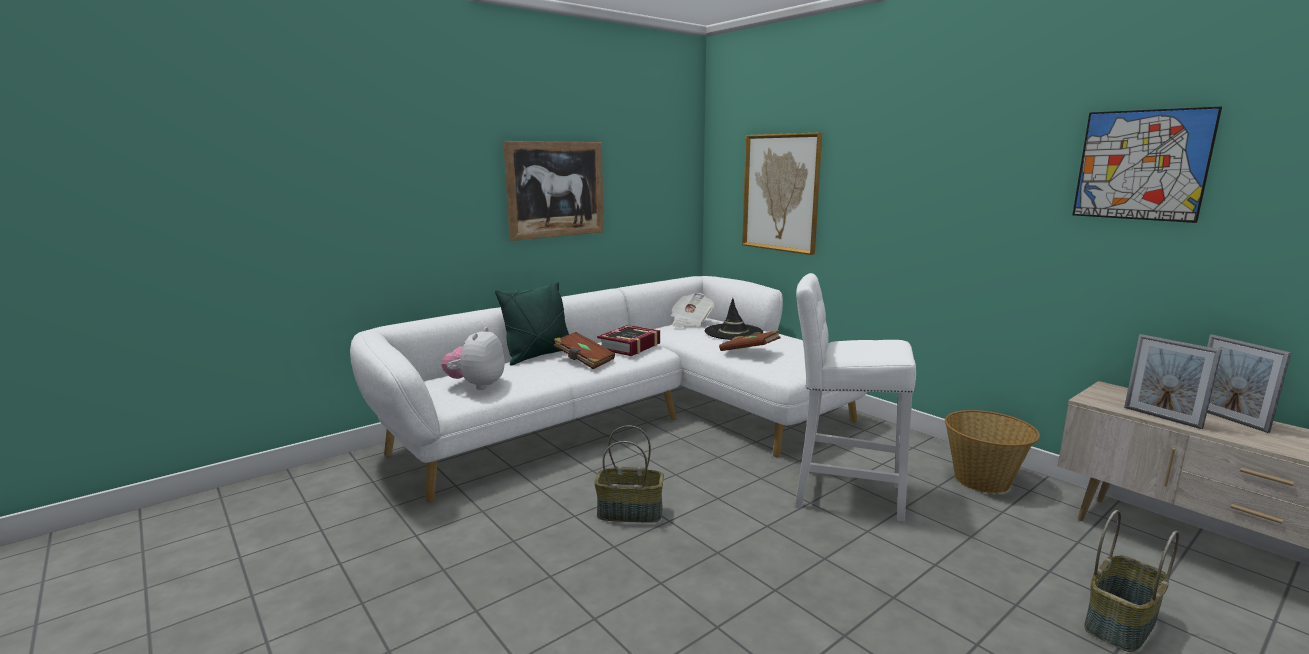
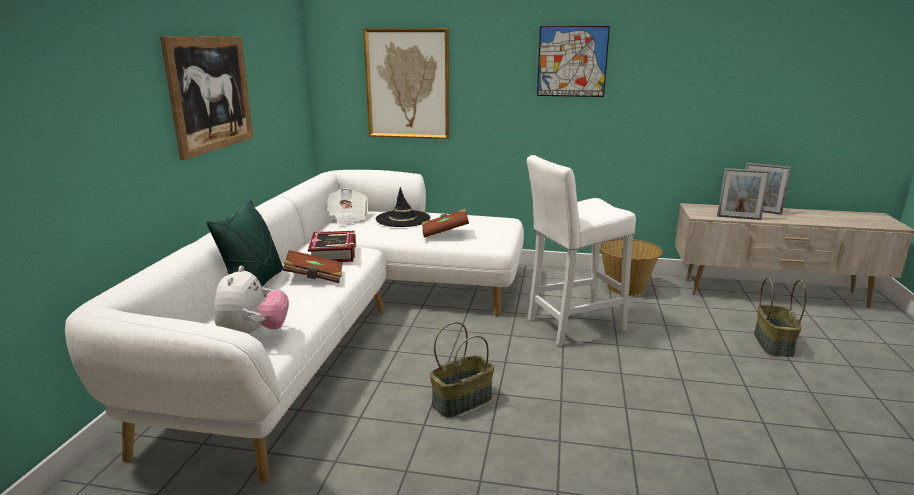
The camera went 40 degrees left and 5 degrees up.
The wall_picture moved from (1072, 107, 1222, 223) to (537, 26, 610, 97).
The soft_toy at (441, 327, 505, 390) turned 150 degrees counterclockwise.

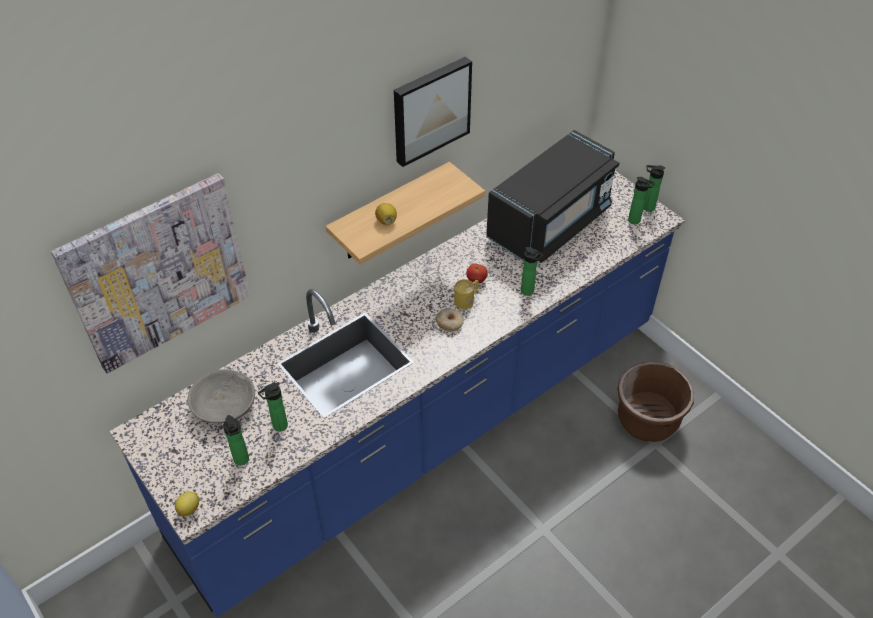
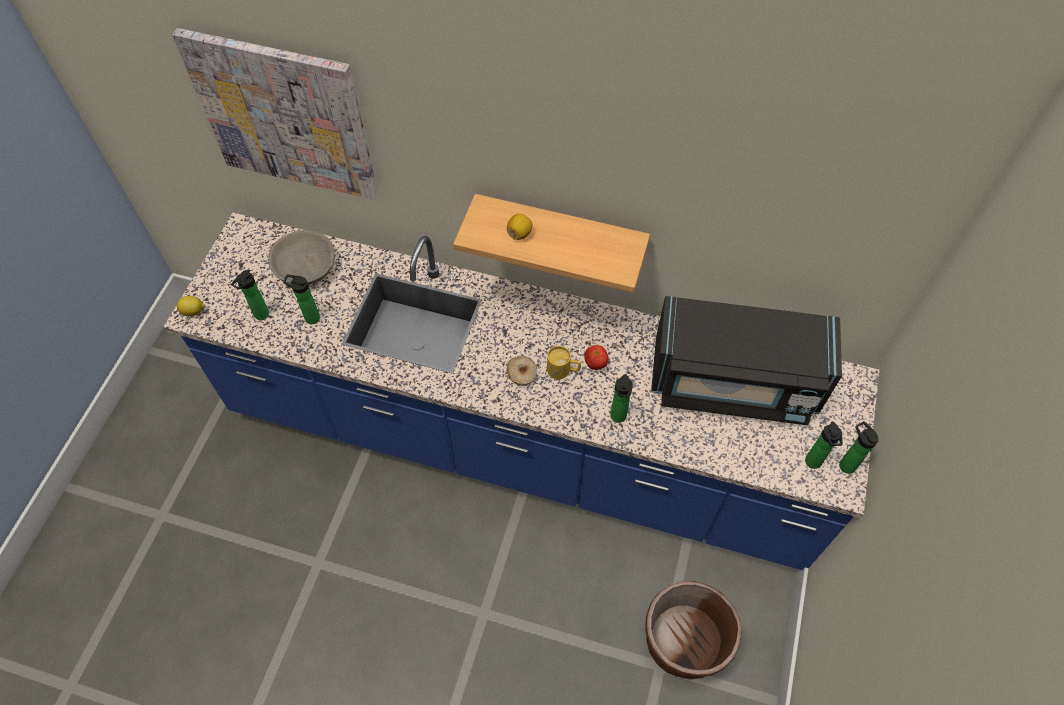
The camera went 55 degrees right and 10 degrees up.
The wall_picture at (394, 57, 472, 167) disappeared.

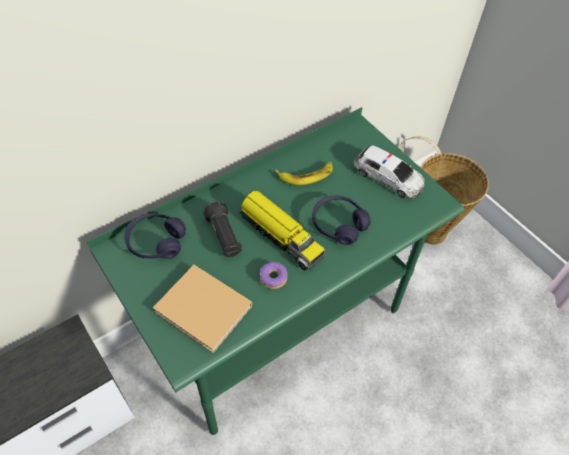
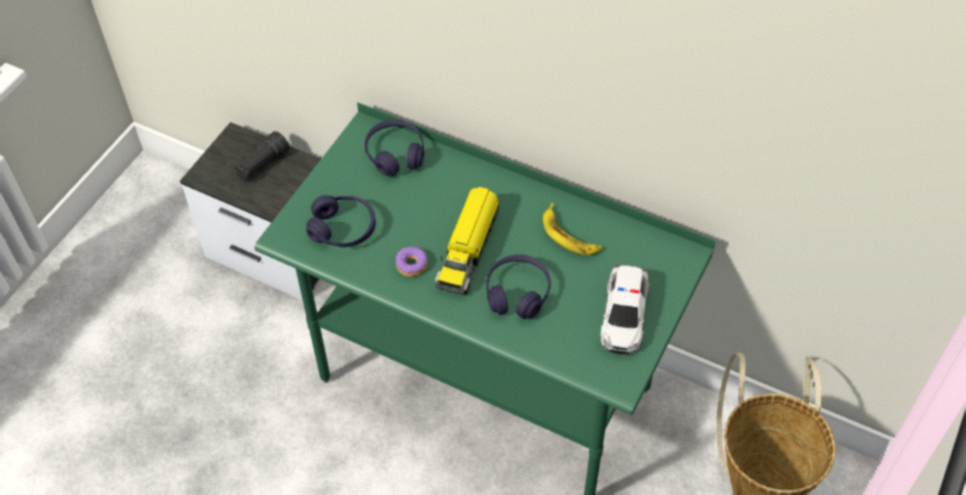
The camera went 65 degrees right and 0 degrees up.
The black-coloured_torch moved from (204, 202, 242, 257) to (234, 131, 290, 181).
The sand-coloured_volume at (153, 265, 252, 353) was replaced by the purple-coloured_headphones at (306, 195, 376, 247).

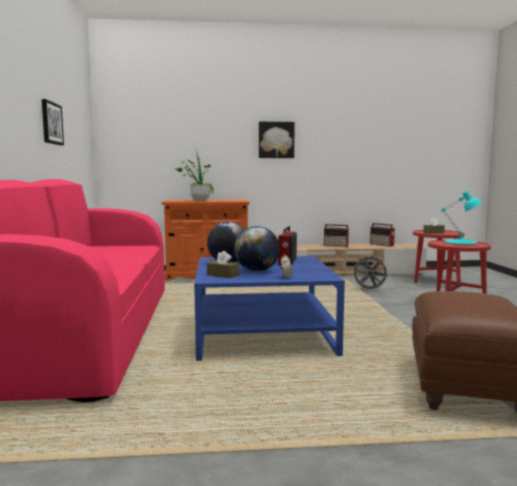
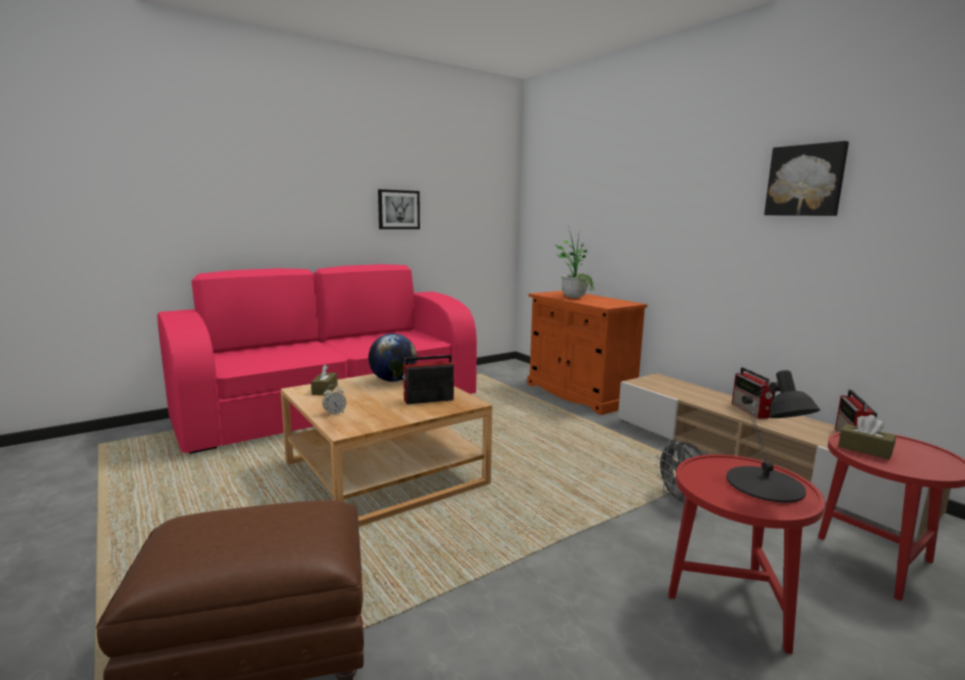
The camera went 60 degrees right and 5 degrees up.
The world_globe at (234, 226, 280, 272) disappeared.
The wall_picture moved from (259, 122, 295, 158) to (764, 141, 849, 216).
The blue-coloured_lounge_table at (194, 256, 345, 361) became the sand-coloured_lounge_table at (281, 374, 492, 527).
The turquoise-coloured_table_lamp at (441, 191, 483, 245) became the black-coloured_table_lamp at (726, 370, 820, 503).

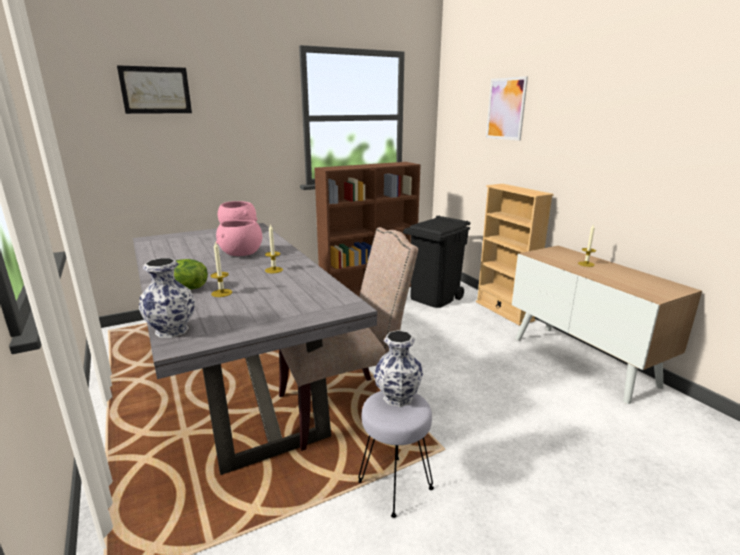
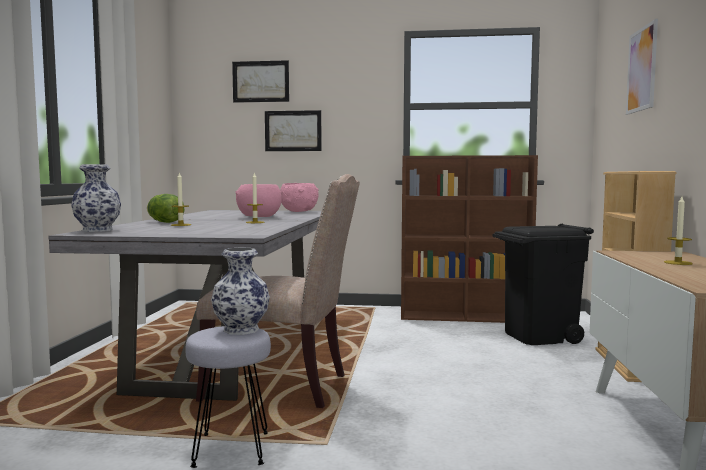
The camera went 35 degrees right and 15 degrees down.
The wall_picture at (265, 110, 322, 151) appeared.

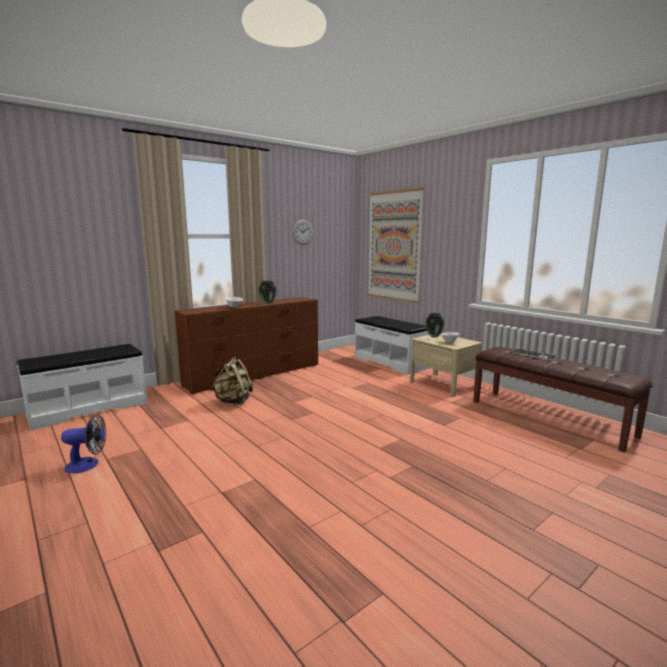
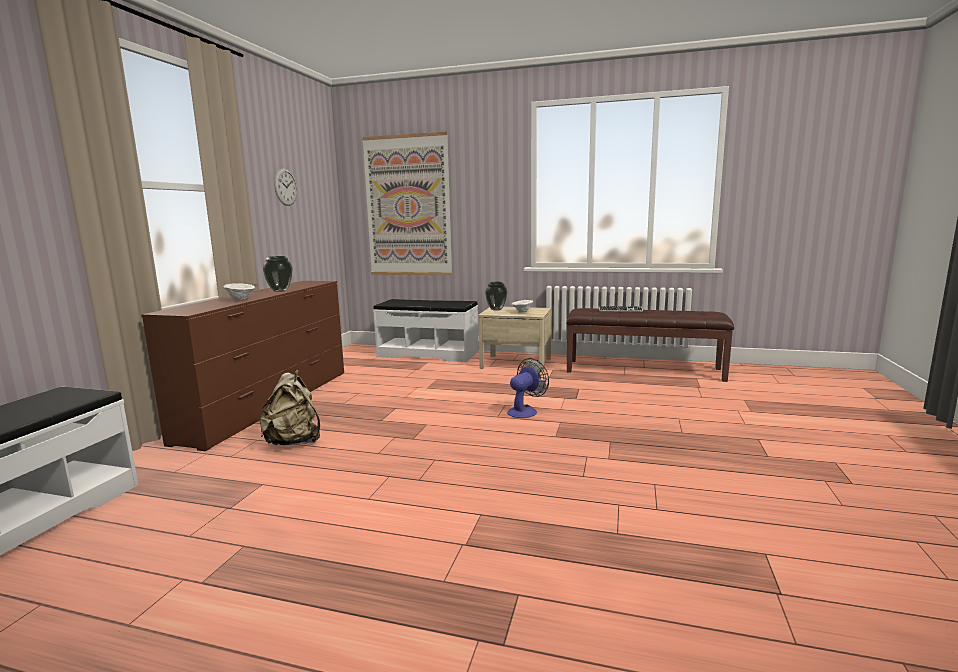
The camera went 35 degrees left and 0 degrees up.
The fan moved from (61, 414, 106, 473) to (507, 358, 549, 418).

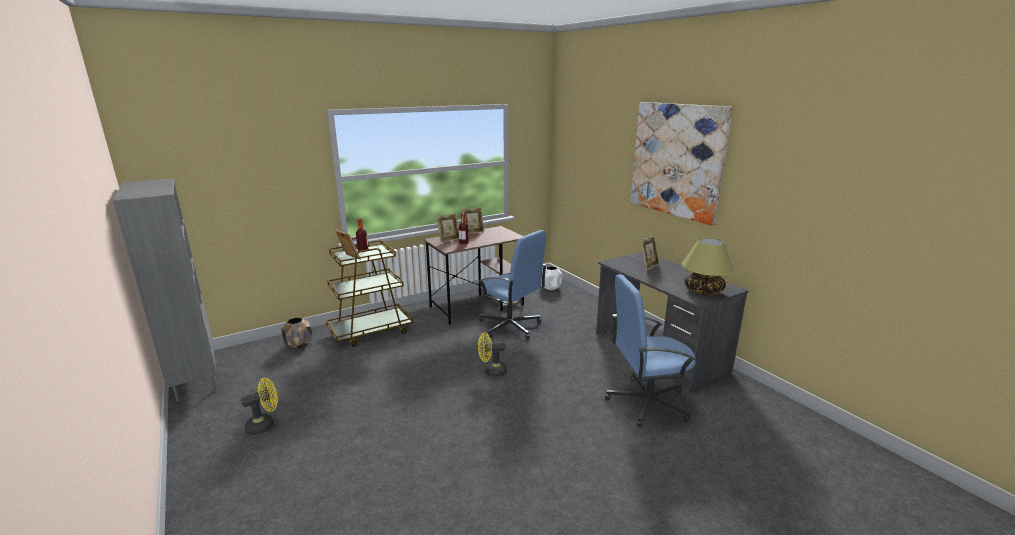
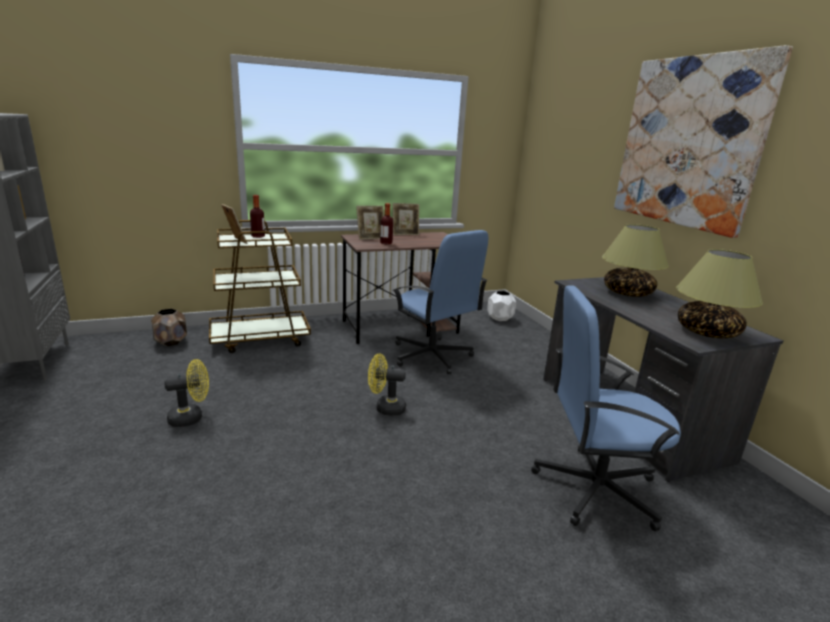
The camera went 10 degrees right and 0 degrees up.
The yellowish_fan moved from (241, 378, 278, 435) to (164, 359, 209, 427).
The standing_frame at (641, 236, 660, 271) was replaced by the table_lamp at (602, 224, 669, 297).

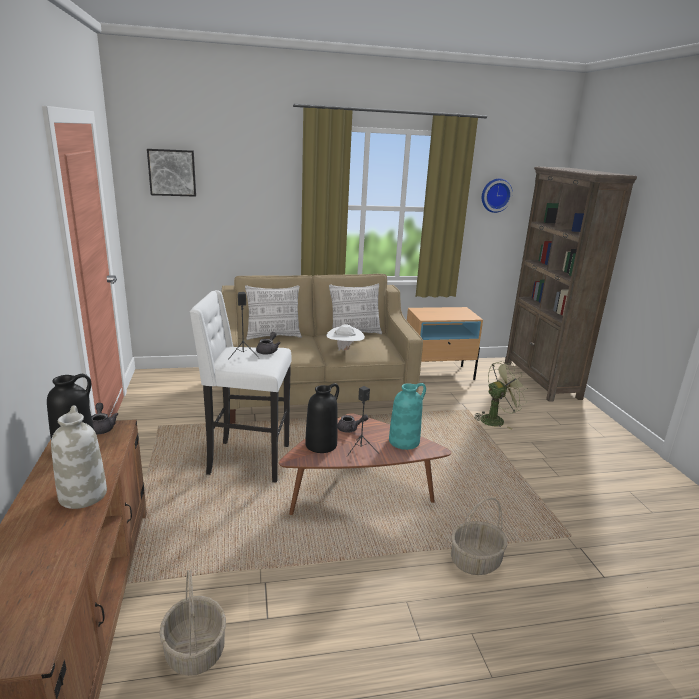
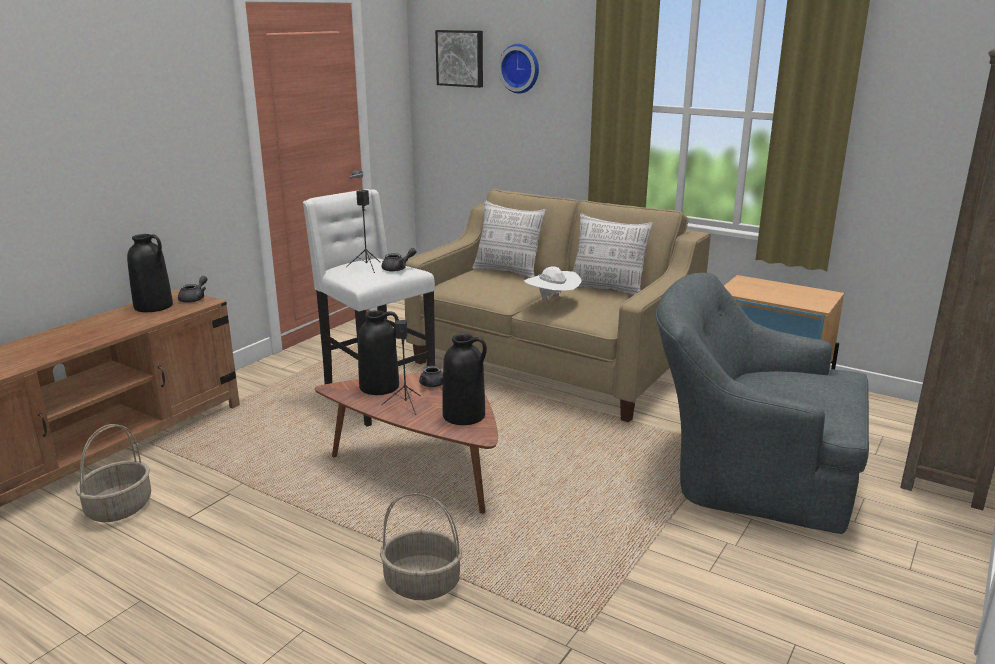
The camera went 45 degrees right and 0 degrees up.
The whitish_vase at (51, 405, 107, 509) disappeared.
The hanging_clock moved from (482, 178, 513, 213) to (498, 44, 539, 93).
The green-coloured_fan at (475, 361, 527, 430) was replaced by the grey_lounge_chair at (656, 273, 869, 534).
The turquoise-coloured_vase at (389, 383, 426, 450) became the black-coloured_vase at (442, 334, 487, 425).

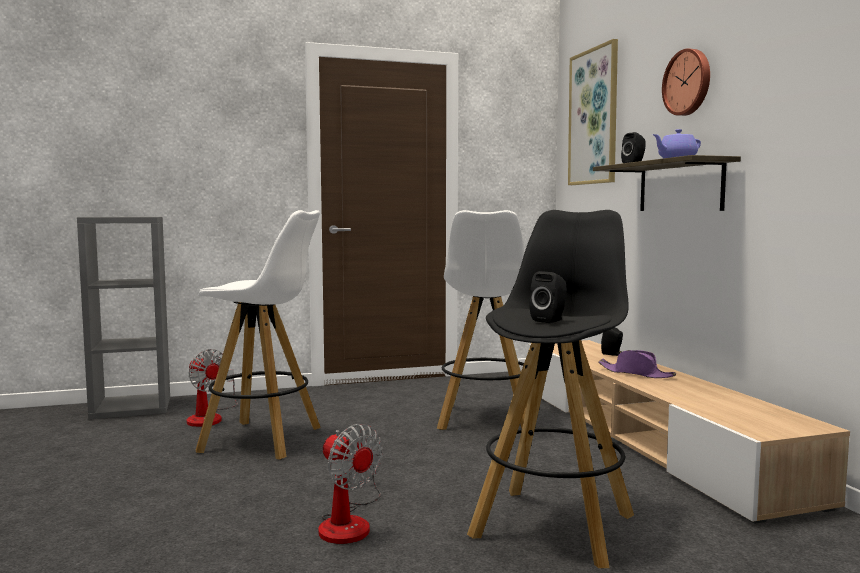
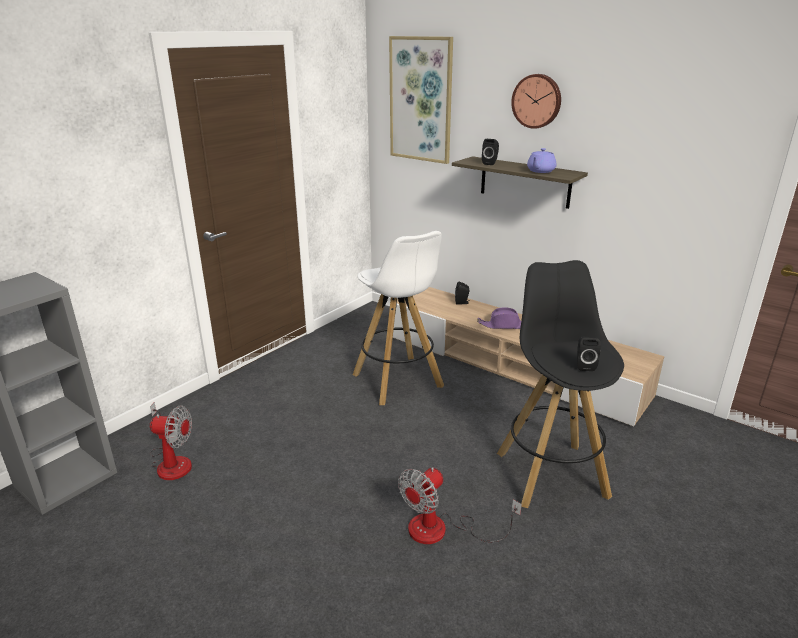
The camera went 35 degrees left and 20 degrees up.
The whitish_stool at (196, 210, 321, 459) disappeared.
The fan at (318, 424, 383, 544) turned 120 degrees clockwise.

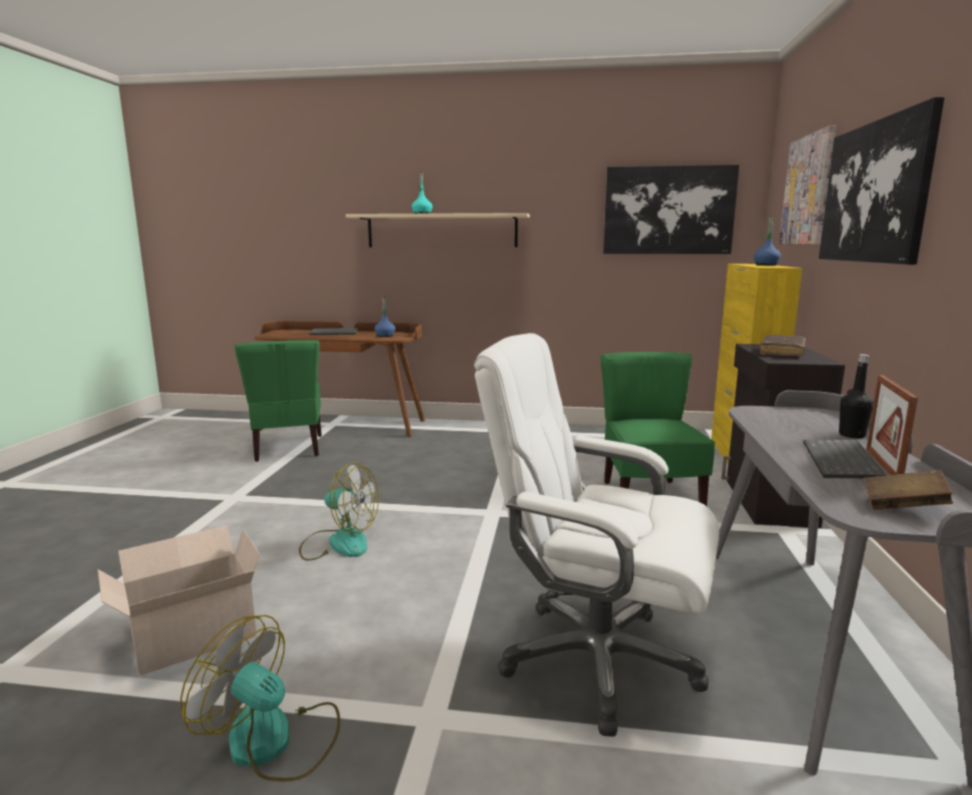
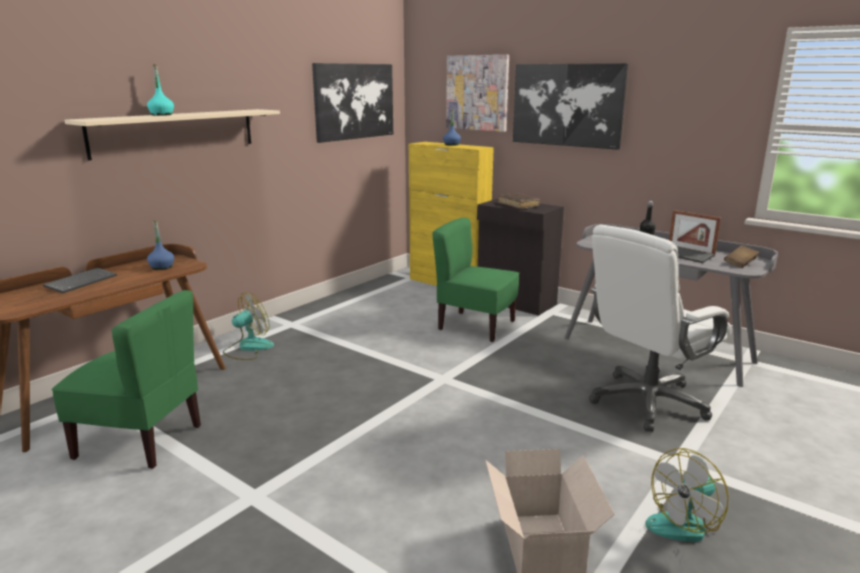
The camera went 60 degrees left and 5 degrees up.
The fan moved from (299, 462, 379, 561) to (223, 293, 274, 360).

